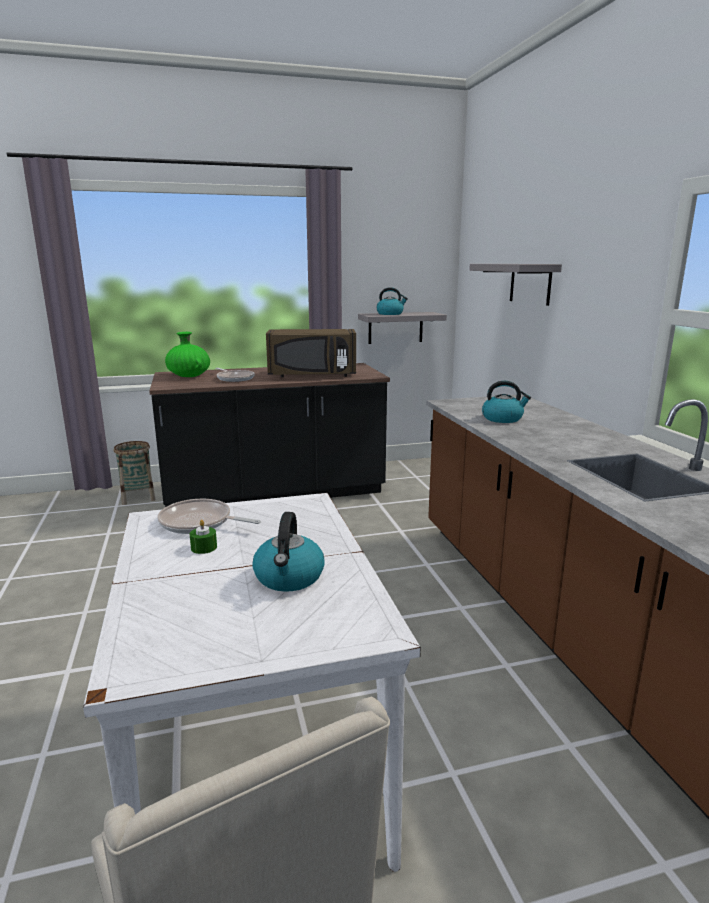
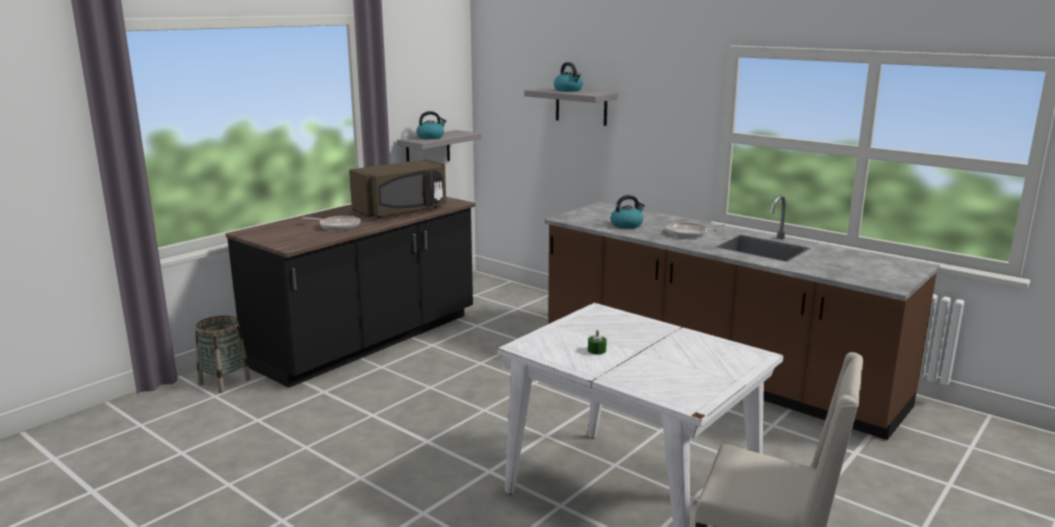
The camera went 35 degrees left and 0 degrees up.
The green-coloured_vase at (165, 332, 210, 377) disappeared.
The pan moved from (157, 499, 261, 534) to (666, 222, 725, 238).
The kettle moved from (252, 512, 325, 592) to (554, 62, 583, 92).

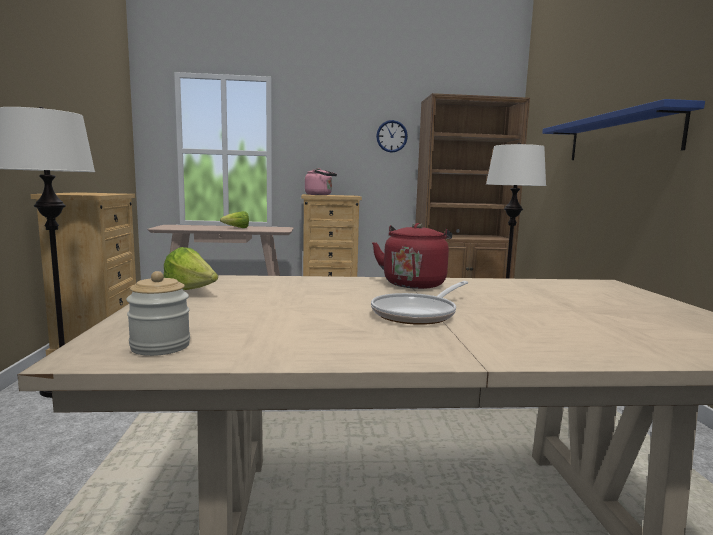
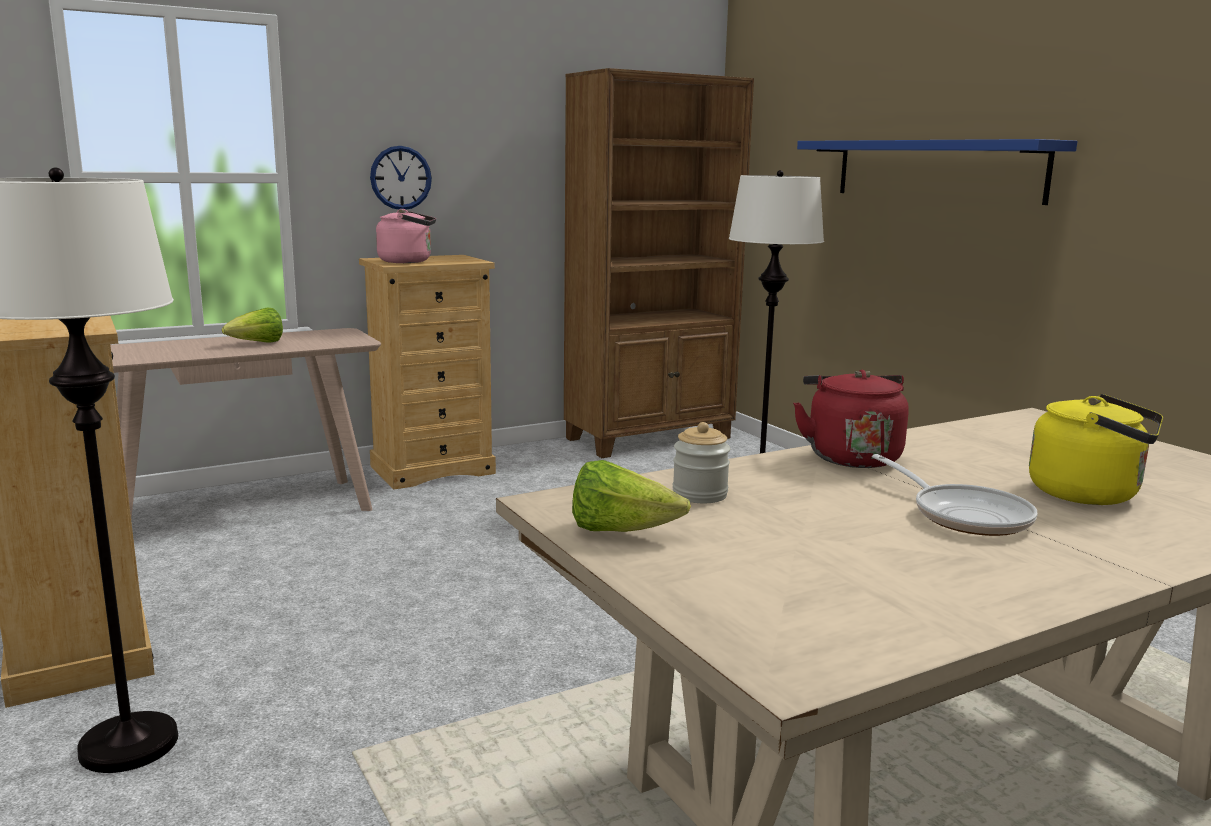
The camera went 25 degrees left and 5 degrees up.
The yellowish_kettle at (1029, 394, 1163, 505) appeared.
The preserve_jar moved from (126, 271, 190, 356) to (672, 422, 730, 503).
The hanging_clock moved from (376, 120, 408, 153) to (370, 146, 432, 210).
The pan at (371, 281, 468, 325) turned 45 degrees counterclockwise.

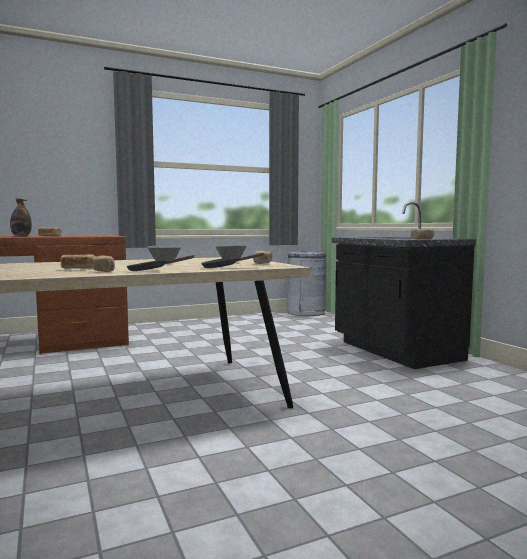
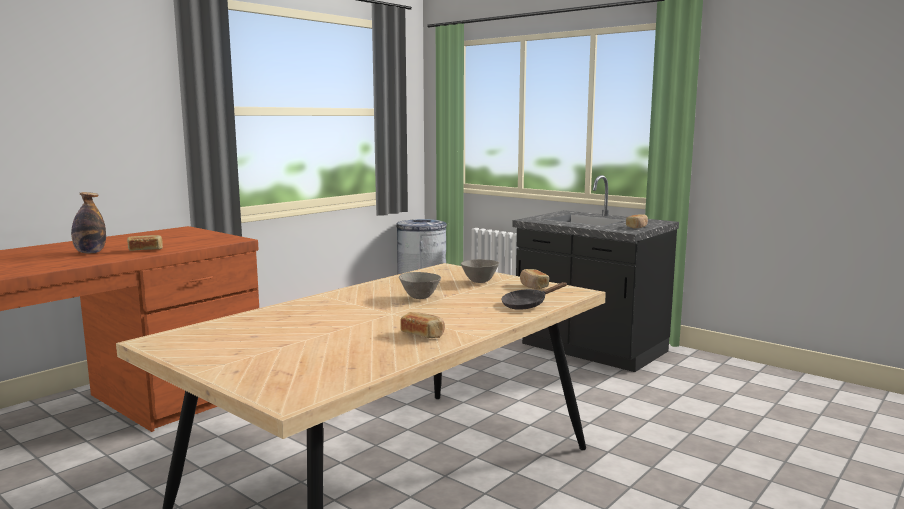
The camera went 25 degrees left and 5 degrees up.
The bread at (61, 254, 94, 269) disappeared.
The black-coloured_pan at (127, 255, 194, 271) disappeared.

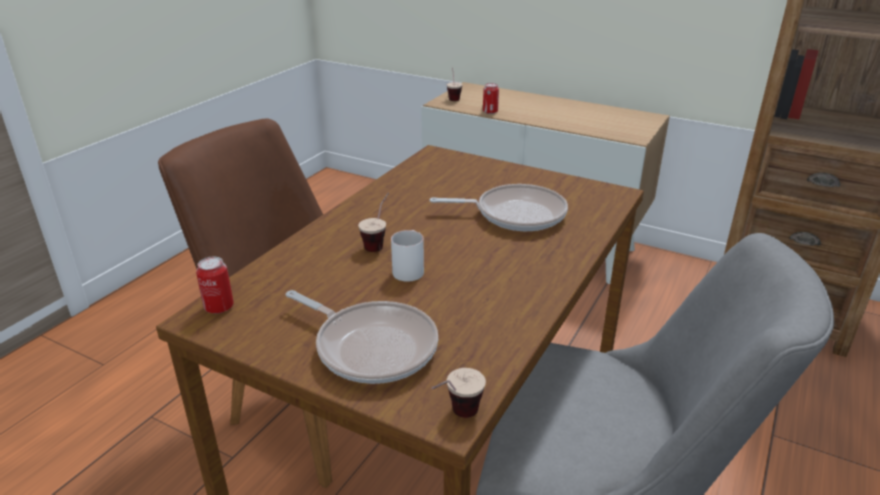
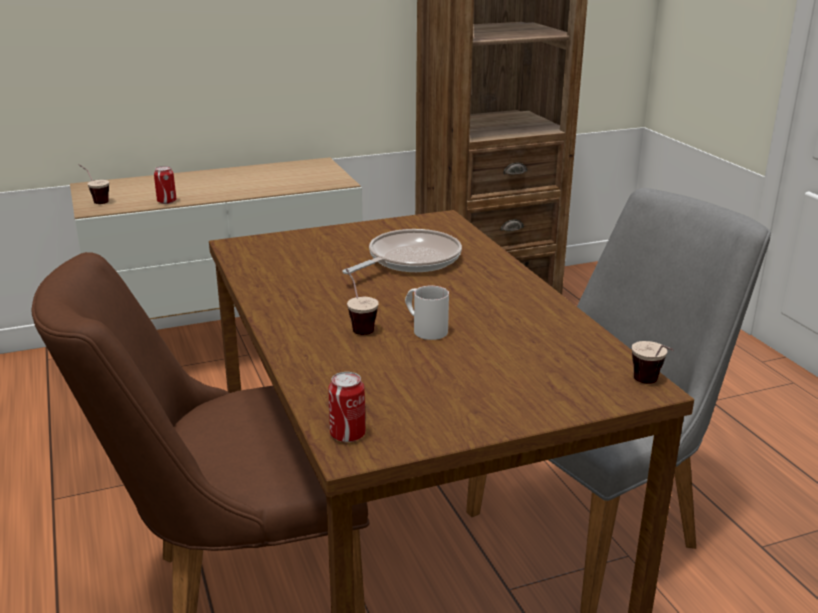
The camera went 50 degrees left and 5 degrees down.
The pan at (285, 290, 438, 384) disappeared.

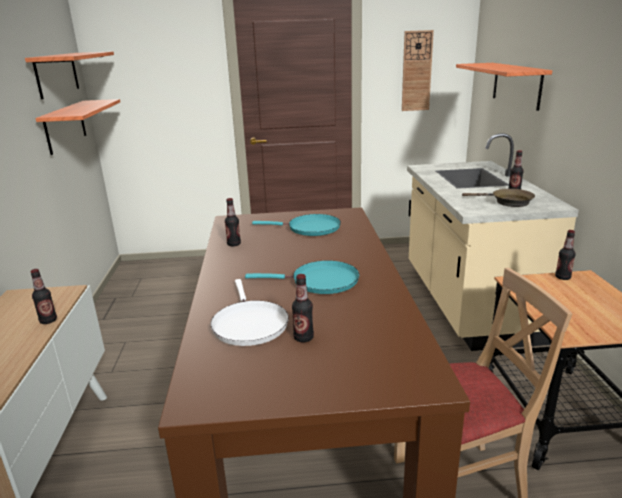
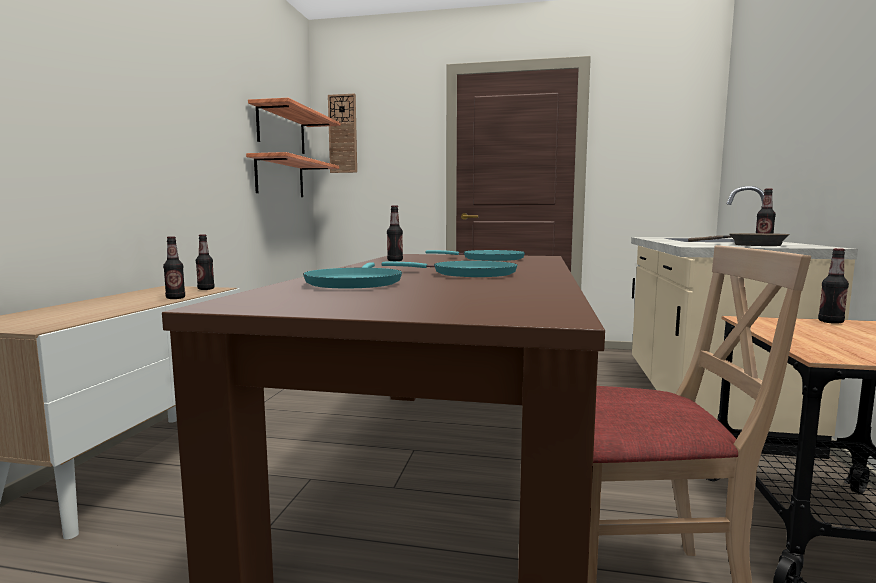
The camera went 15 degrees right and 15 degrees down.
The bracket_shelf at (456, 63, 553, 111) disappeared.
The bottle moved from (292, 274, 314, 343) to (196, 234, 215, 290).
The hanging_clock moved from (402, 30, 434, 111) to (328, 93, 357, 173).
The whitish_pan at (211, 279, 289, 346) became the turquoise-coloured_pan at (303, 263, 402, 288).

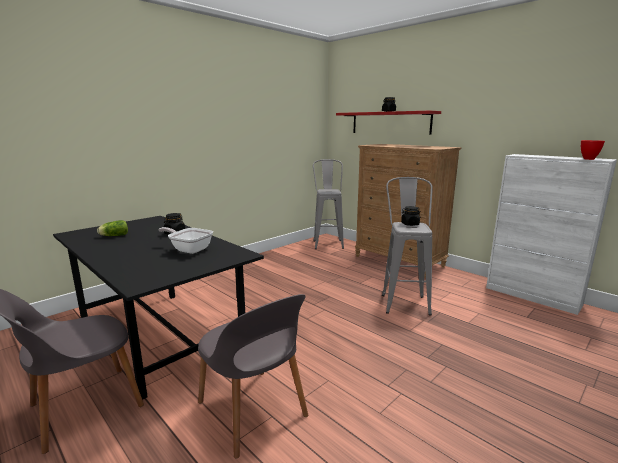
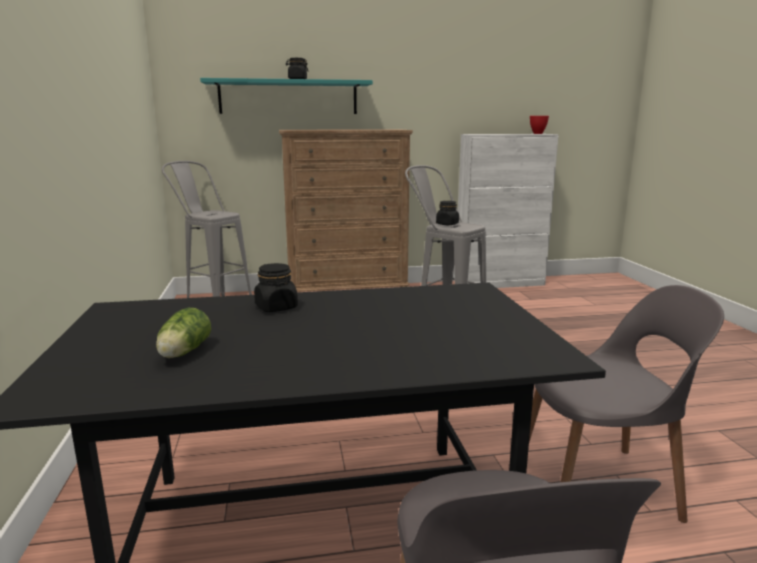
The camera went 55 degrees left and 0 degrees up.
The pan at (158, 227, 213, 254) disappeared.
The red-coloured_bracket_shelf at (336, 111, 441, 135) became the turquoise-coloured_bracket_shelf at (200, 78, 373, 114).

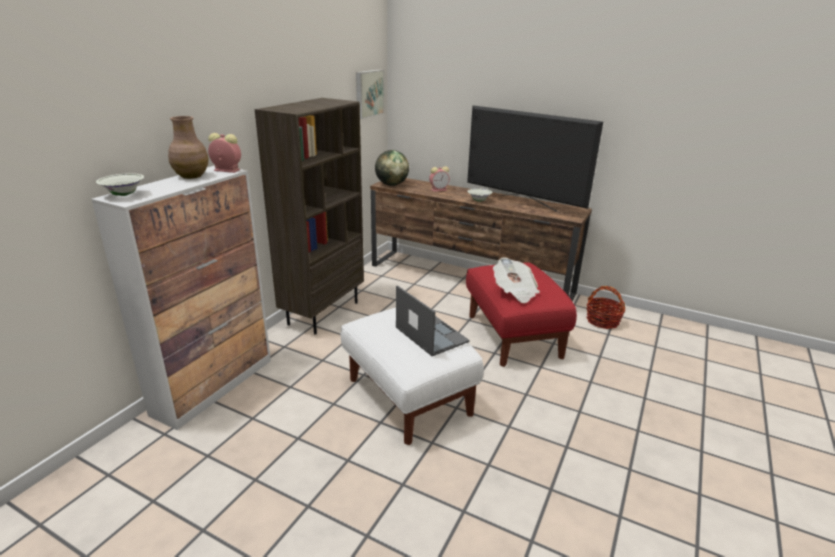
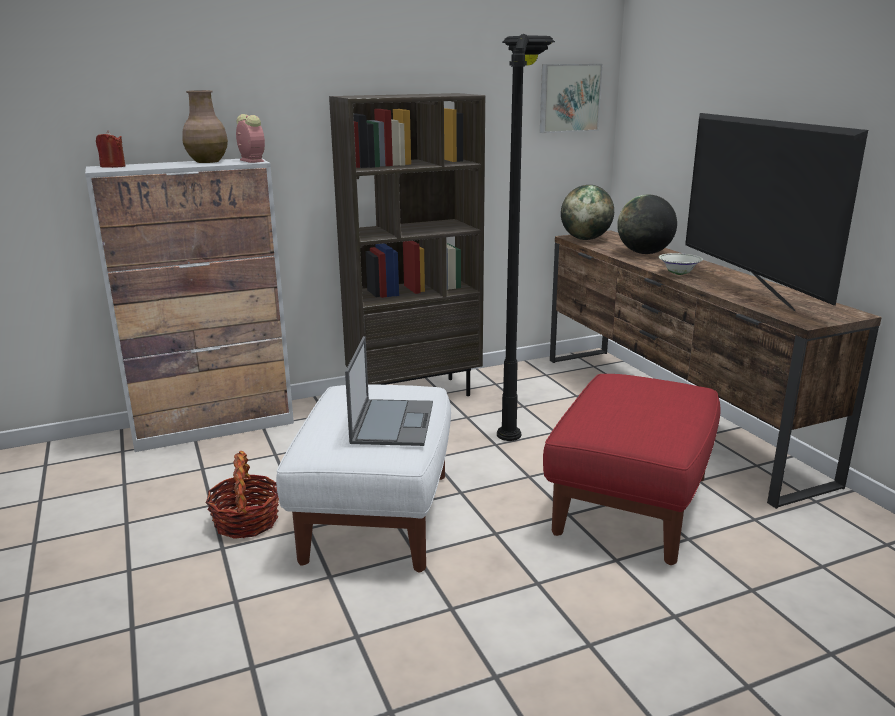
The camera went 40 degrees right and 5 degrees down.
The newspaper at (493, 257, 540, 304) disappeared.
The black-coloured_standard_lamp at (497, 34, 555, 441) appeared.
The storage_basket moved from (586, 286, 625, 329) to (206, 451, 279, 539).
The whitish_bowl at (96, 173, 144, 196) was replaced by the red-coloured_candle at (96, 130, 125, 168).
The alarm_clock at (429, 166, 450, 192) was replaced by the world_globe at (617, 195, 677, 254).

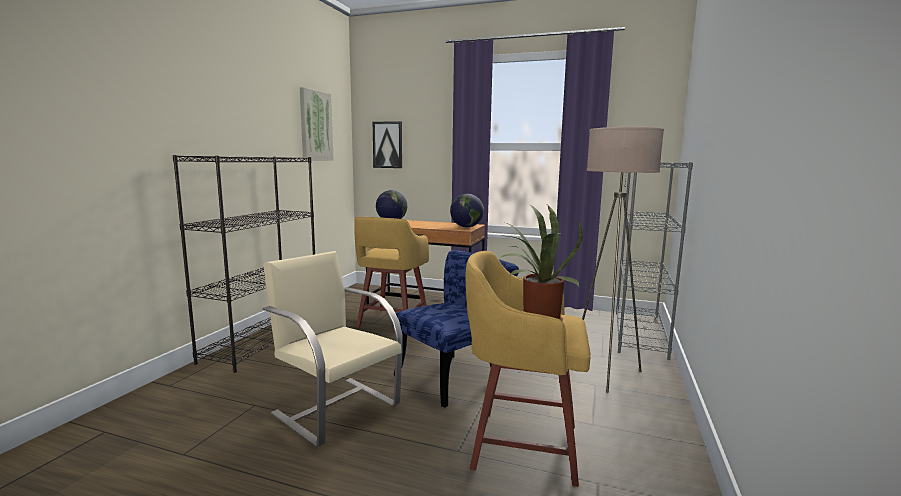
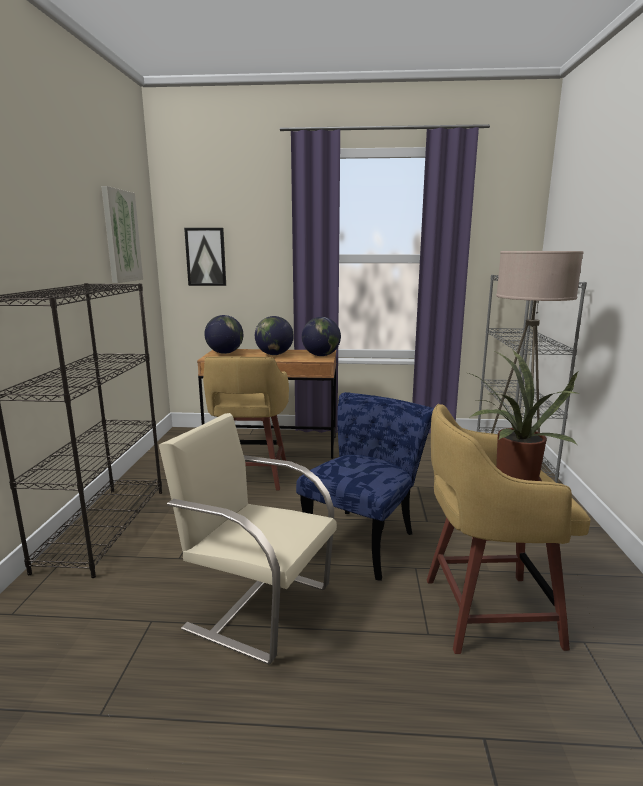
The camera went 15 degrees left and 5 degrees up.
The world_globe at (255, 316, 294, 355) appeared.

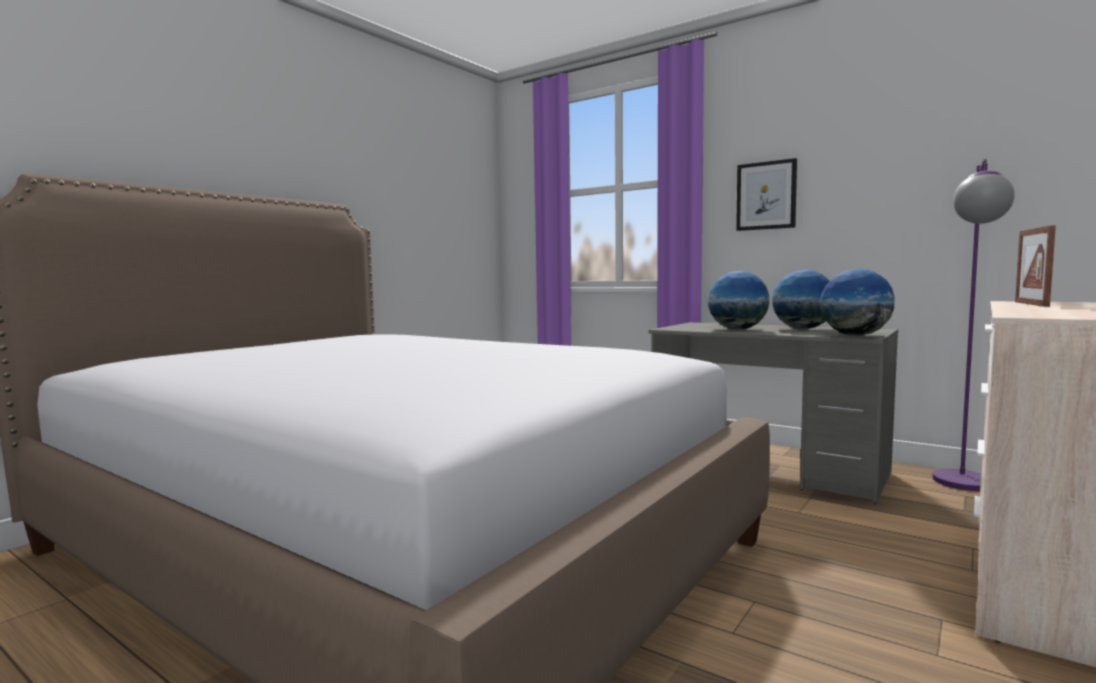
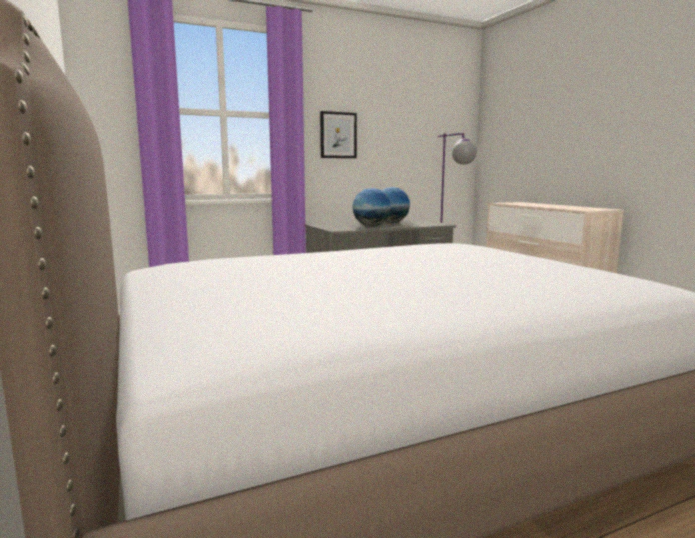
The camera went 60 degrees left and 5 degrees up.
The world_globe at (820, 269, 895, 336) disappeared.
The standing_frame at (1015, 225, 1056, 307) disappeared.

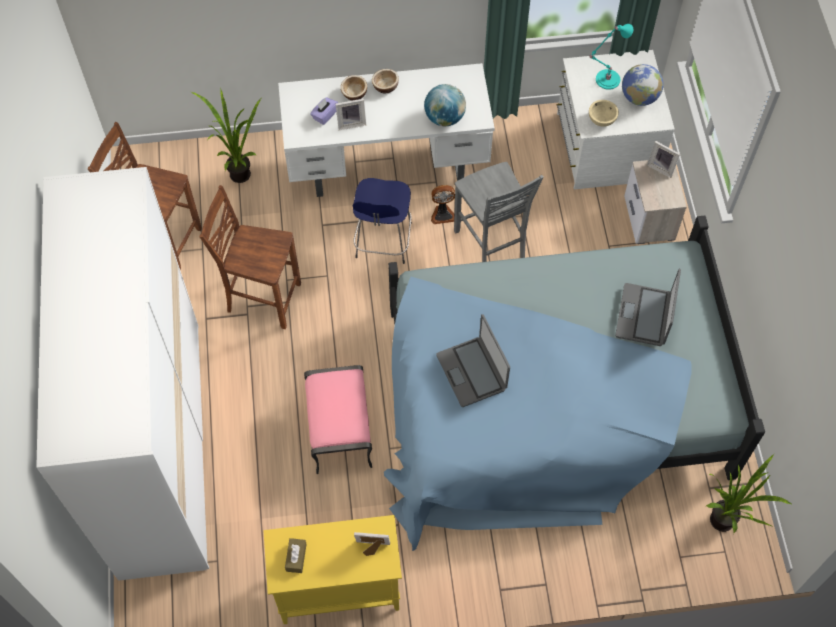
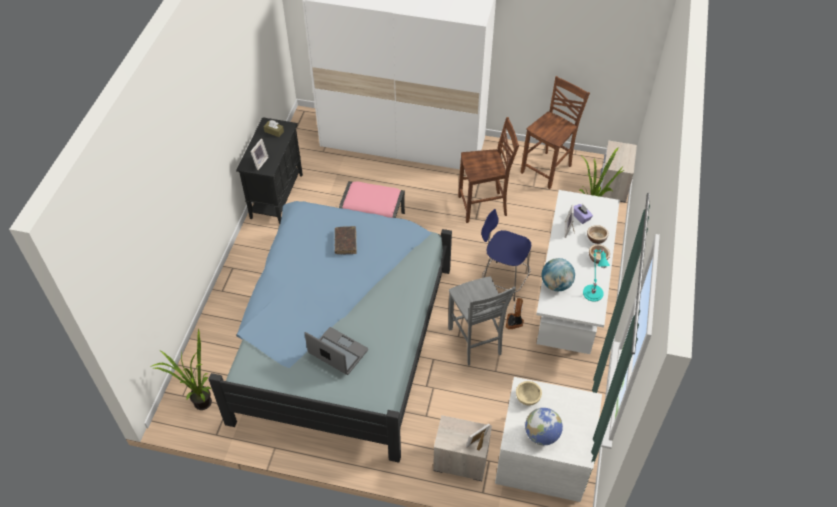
The camera went 110 degrees right and 10 degrees down.
The nightstand at (600, 141, 637, 203) appeared.
The turquoise-coloured_table_lamp moved from (589, 24, 633, 90) to (583, 249, 610, 302).
The notebook_computer at (436, 314, 510, 407) was replaced by the brownish_volume at (334, 226, 357, 254).
The yellowish_storage_cabinet at (263, 515, 402, 624) became the black-coloured_storage_cabinet at (236, 117, 303, 224).
The brownish_upright_chair at (200, 185, 301, 329) turned 45 degrees clockwise.
The grey_upright_chair at (454, 162, 544, 262) turned 105 degrees counterclockwise.

